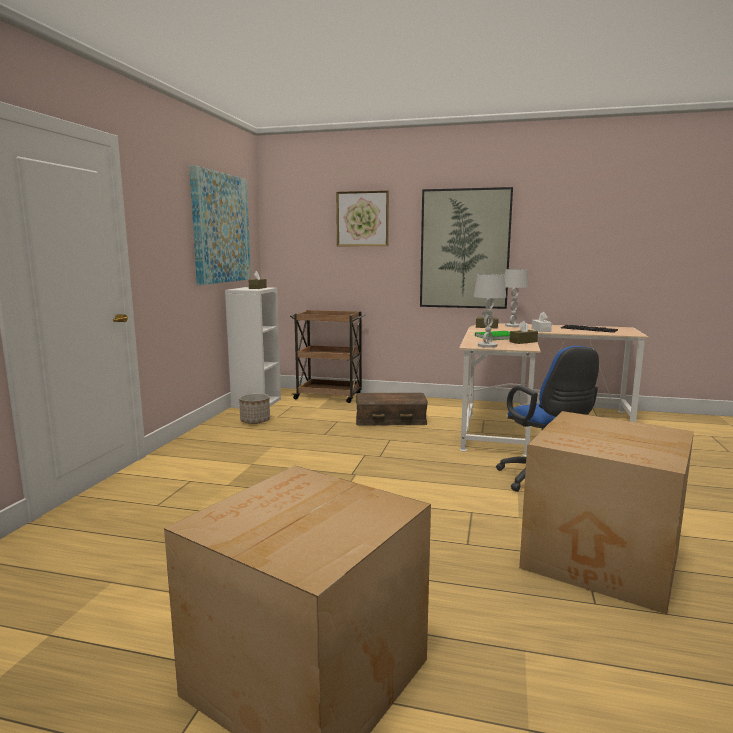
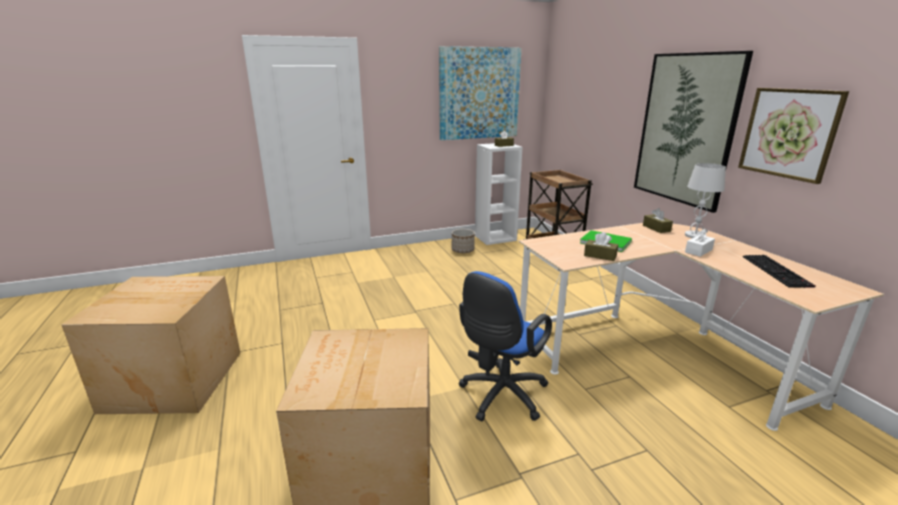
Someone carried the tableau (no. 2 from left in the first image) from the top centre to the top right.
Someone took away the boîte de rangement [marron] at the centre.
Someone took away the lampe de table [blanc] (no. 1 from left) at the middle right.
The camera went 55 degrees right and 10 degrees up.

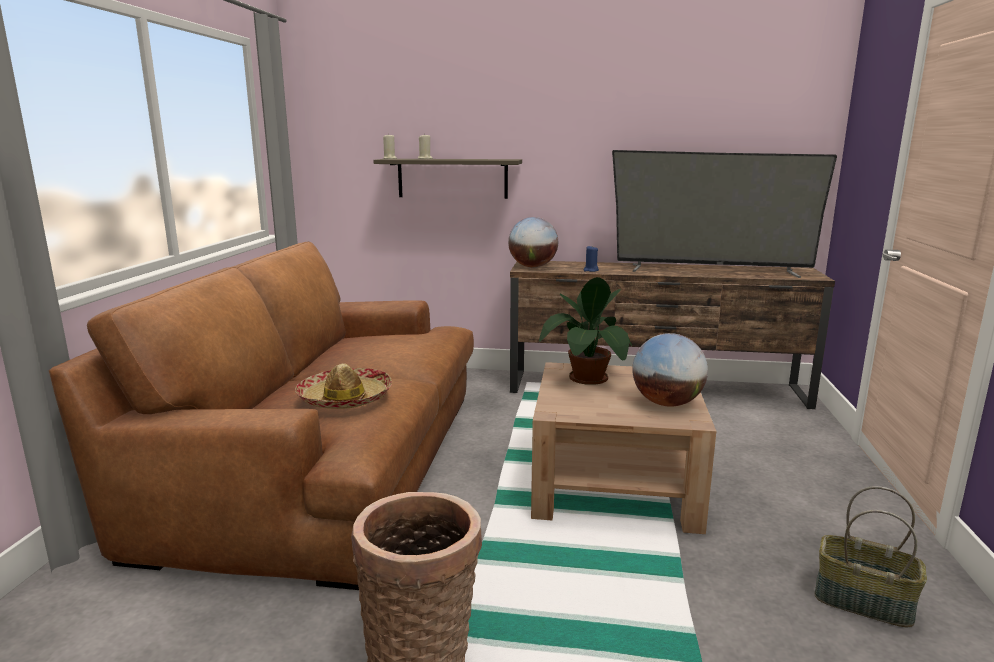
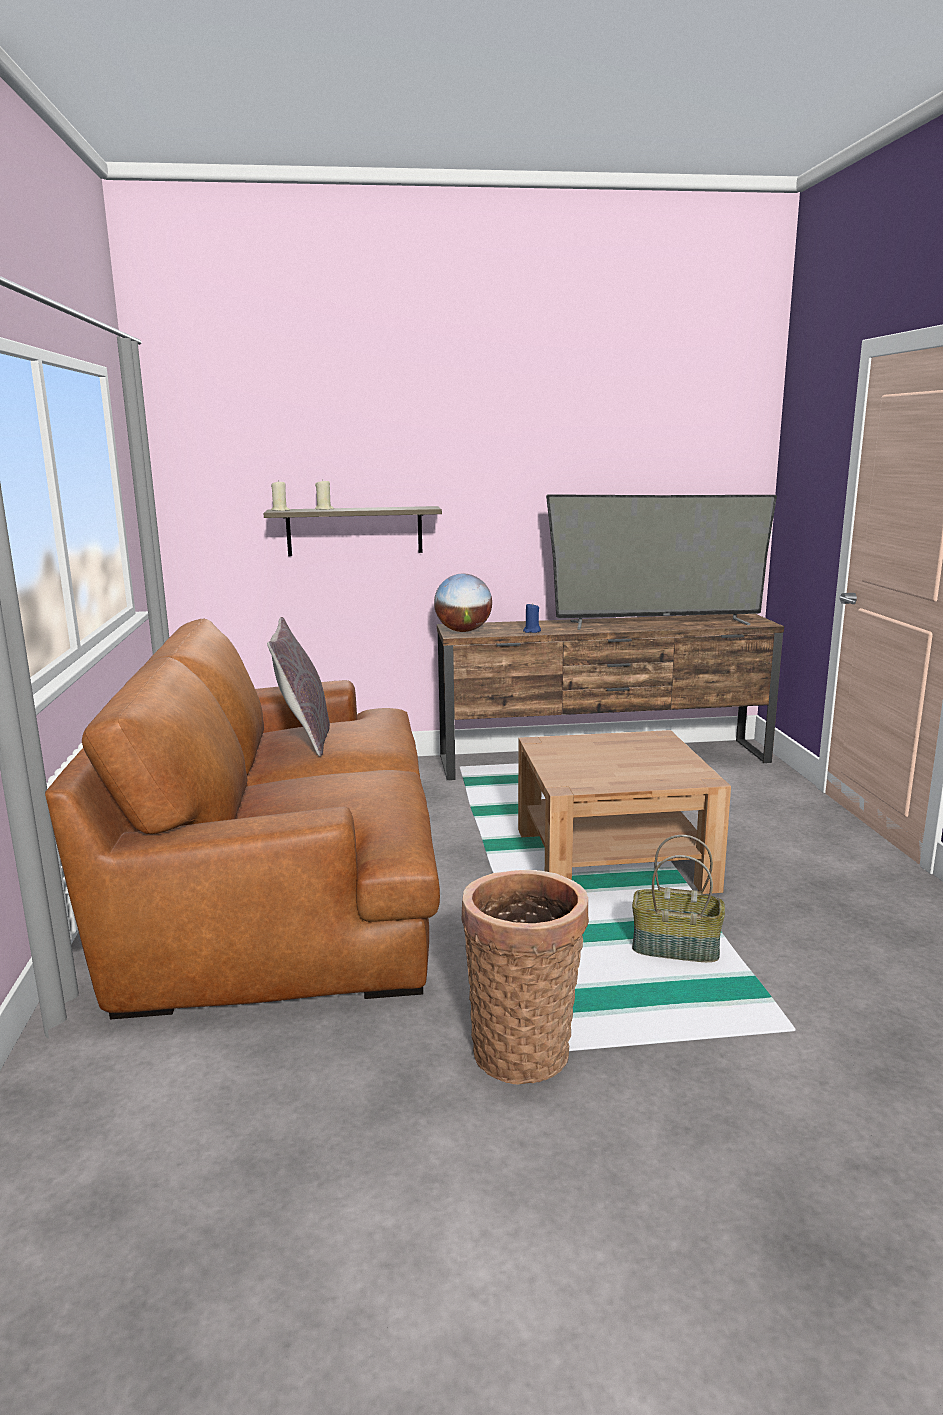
Someone put down the coussin [gris] at the middle left.
Someone carried the panier (no. 2 from left) from the bottom right to the middle right.
Someone took away the chapeau at the centre.
Someone took away the plante en pot at the centre.
Someone took away the globe (no. 2 from left) at the middle right.
The camera went 15 degrees left and 0 degrees up.

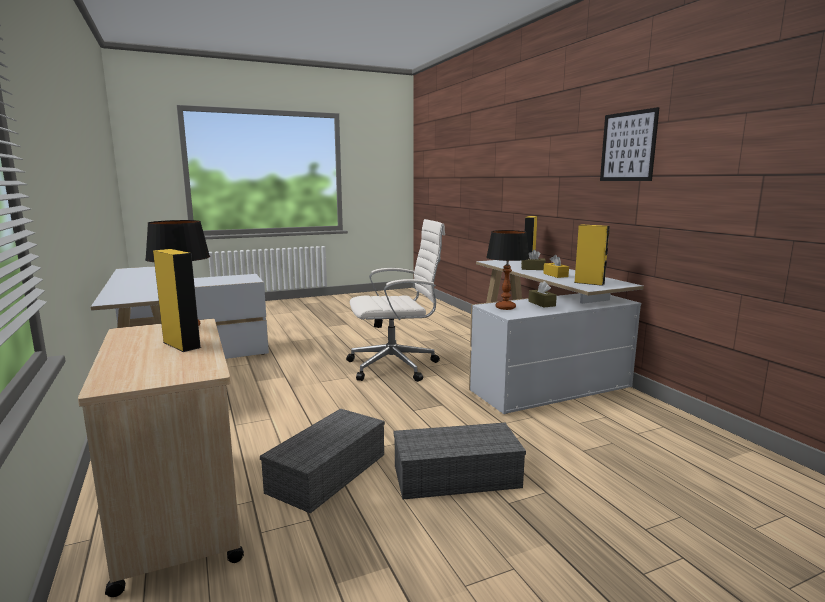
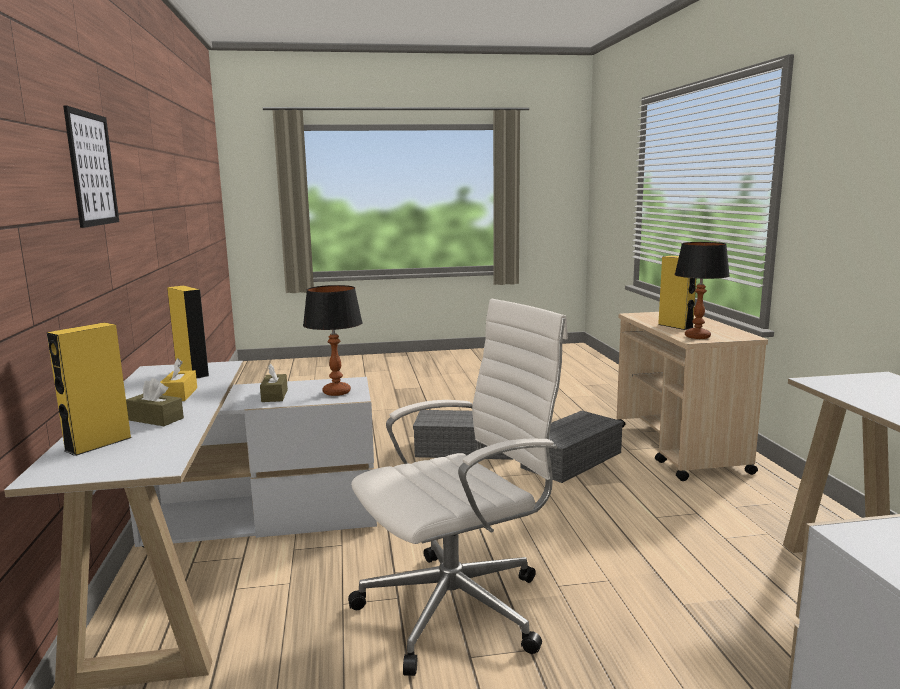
Someone rotated the chaise de bureau [blanc] at the centre by 150 degrees clockwise.
The camera went 165 degrees left and 0 degrees up.

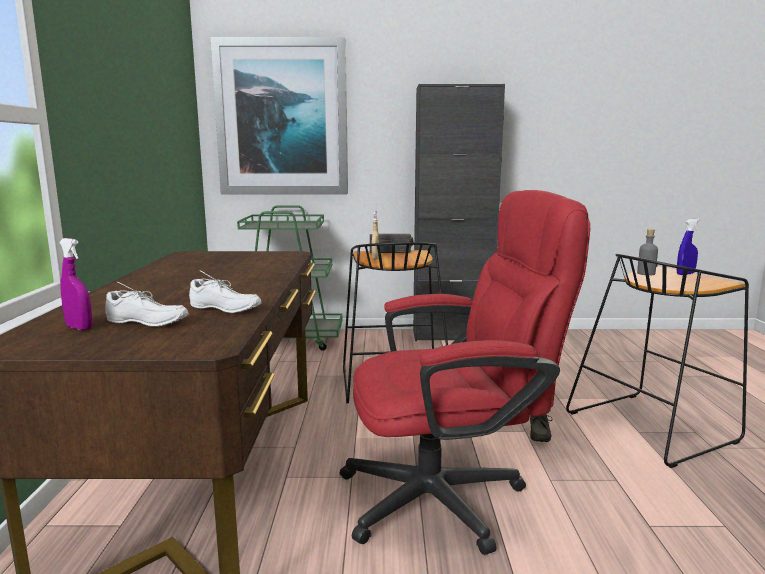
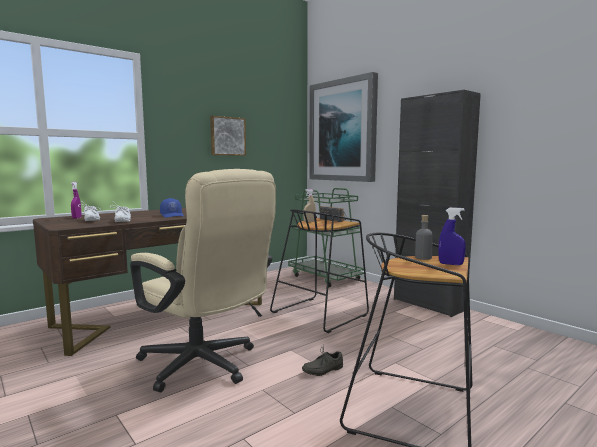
Someone repainted the chaise de bureau [rouge] at the centre, which became the chaise de bureau [beige] at the centre.
Someone put down the casquette [bleu] at the middle left.
Someone put up the tableau (no. 1 from left) at the top centre.
The camera went 50 degrees right and 5 degrees down.

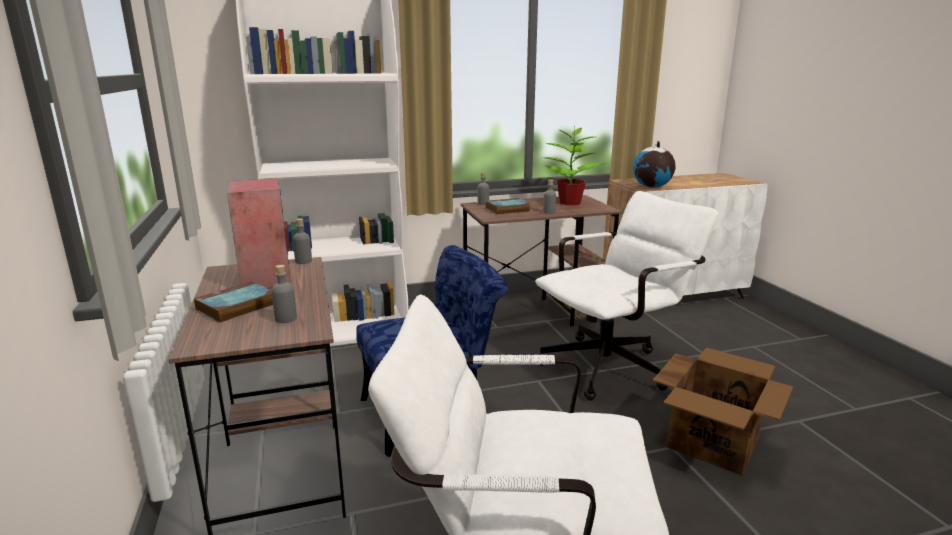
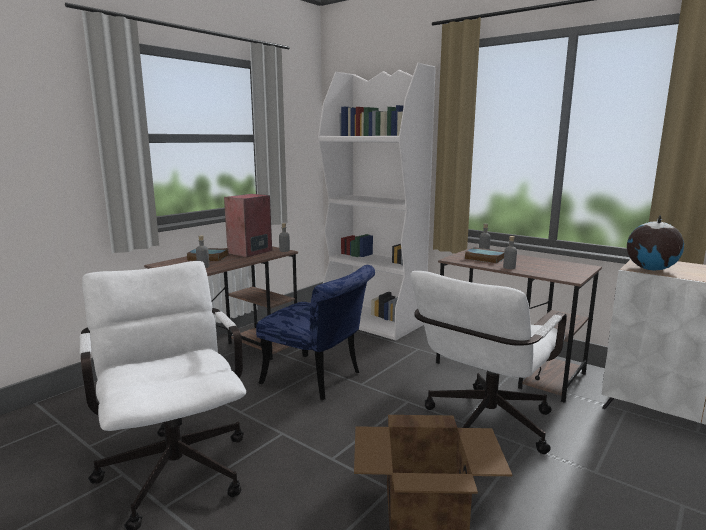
Someone rotated the chaise de bureau [blanc] (no. 2 from left) at the centre by 105 degrees clockwise.
Someone took away the plante en pot at the top centre.
The camera went 55 degrees right and 5 degrees down.

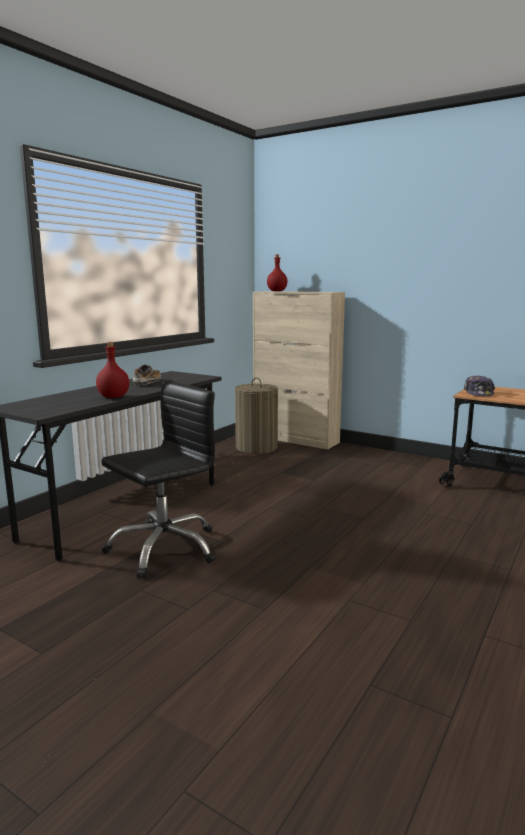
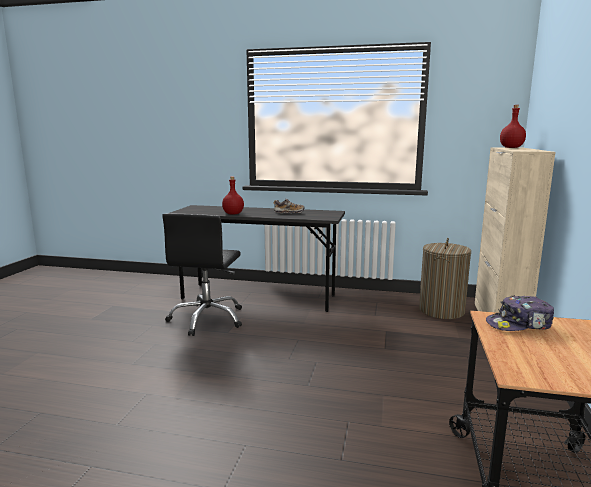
Someone rotated the chaise de bureau [noir] at the middle left by 75 degrees clockwise.
The camera went 70 degrees right and 0 degrees up.

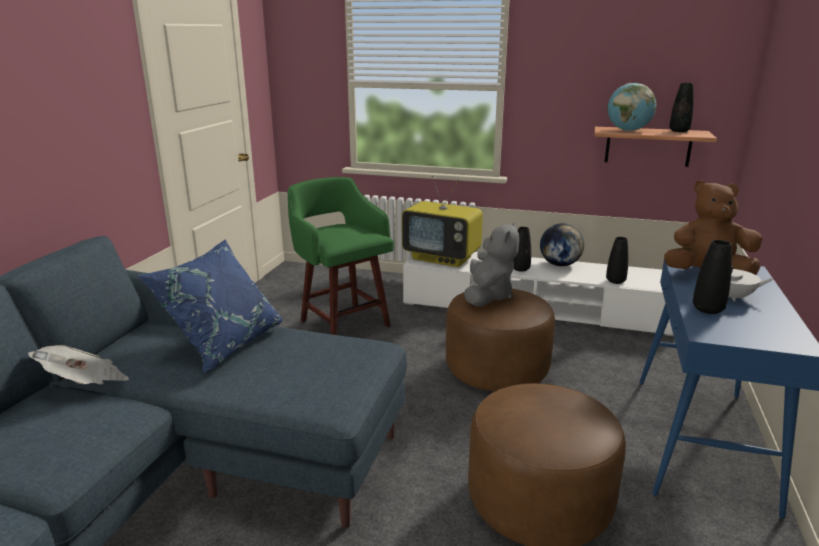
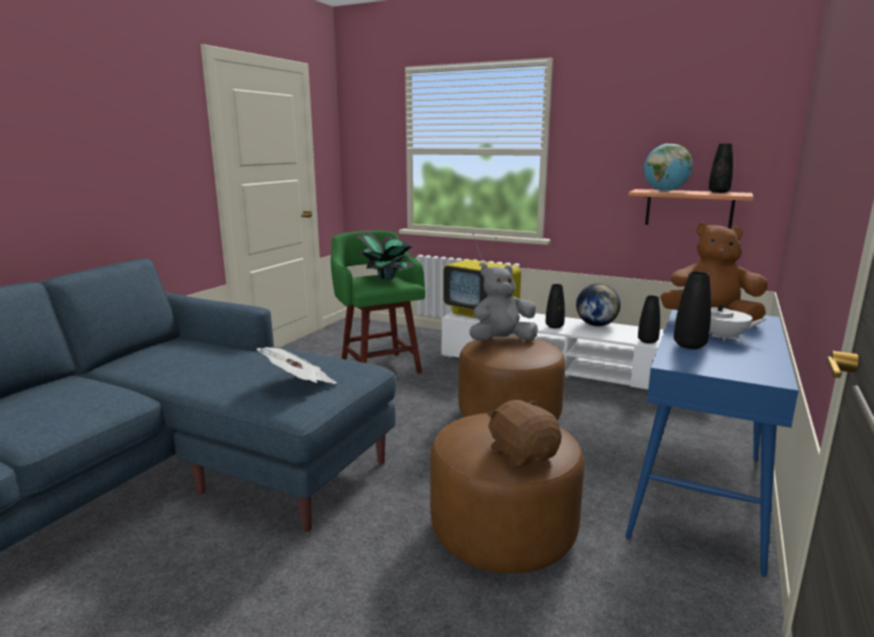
Someone carried the journal from the bottom left to the centre.
Someone put down the plante en pot at the centre.
Someone rotated the peluche [gris] at the centre by 135 degrees counterclockwise.
Someone put down the peluche [marron] (no. 1 from left) at the bottom centre.
Someone took away the coussin [bleu] at the middle left.
The camera went 10 degrees right and 5 degrees down.

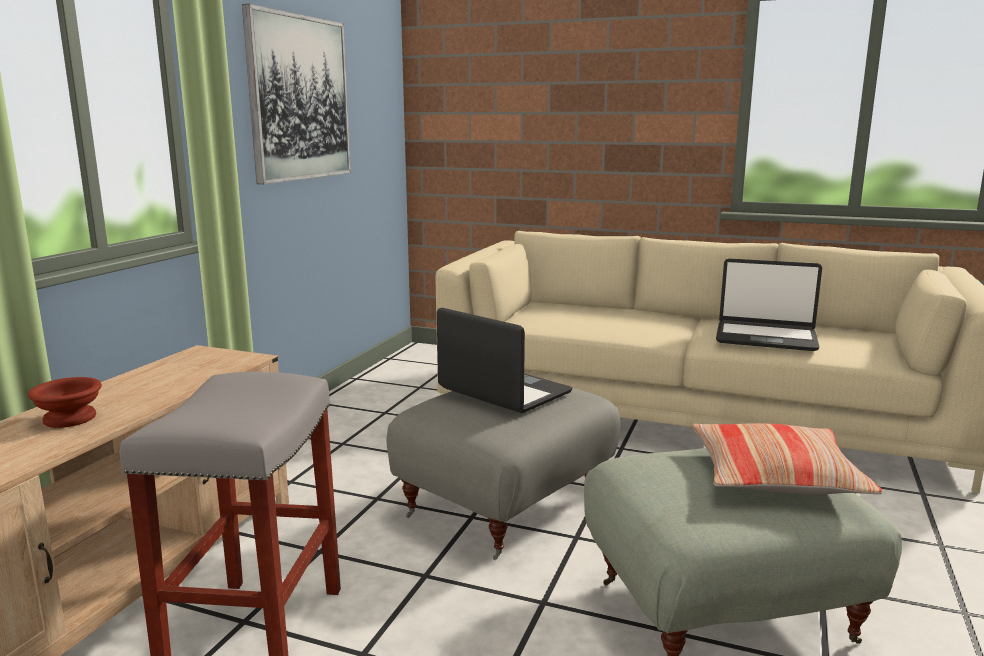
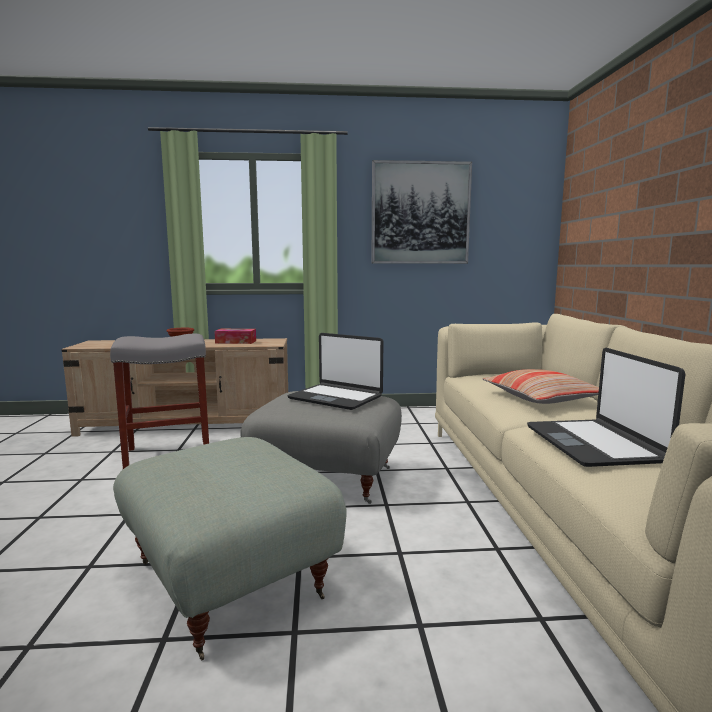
Someone put down the boîte à mouchoirs at the middle left.
Someone rotated the ordinateur portable (no. 1 from left) at the centre by 105 degrees clockwise.
Someone carried the coussin from the bottom right to the middle right.
The camera went 65 degrees right and 5 degrees down.

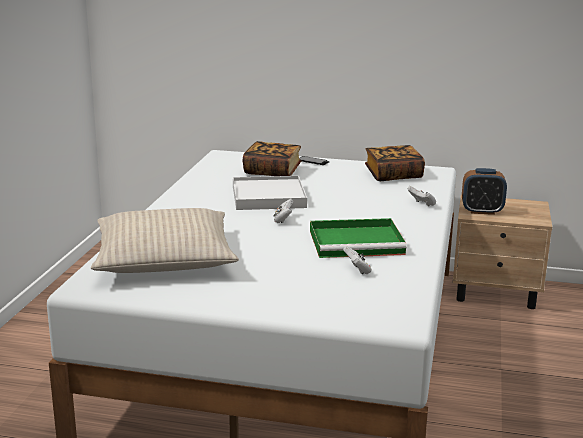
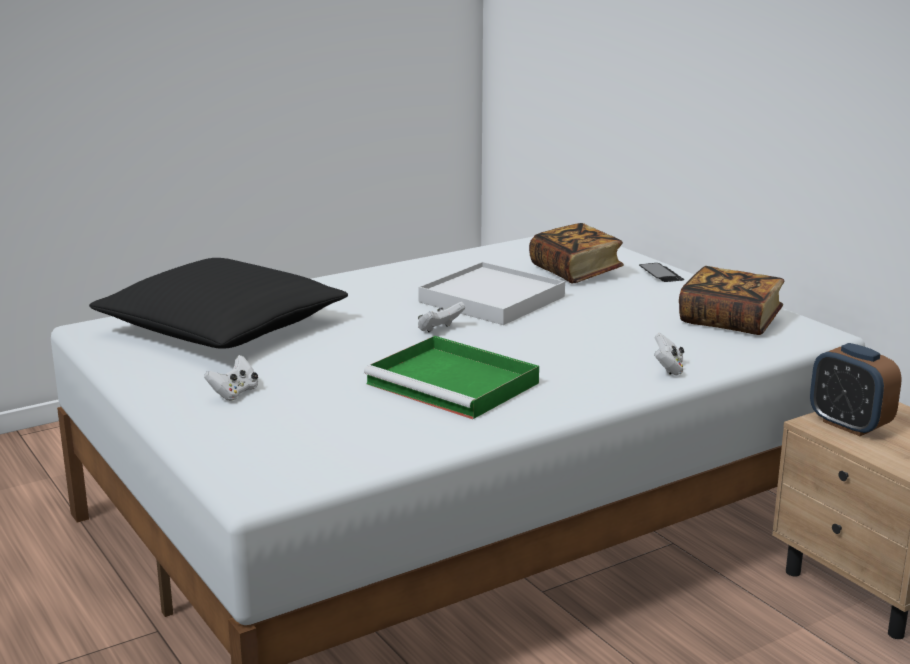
Someone repainted the coussin [beige] at the middle left, which became the coussin [noir] at the middle left.
Someone carried the manette [blanc] (no. 2 from left in the first image) from the centre to the middle left.
The camera went 45 degrees right and 0 degrees up.

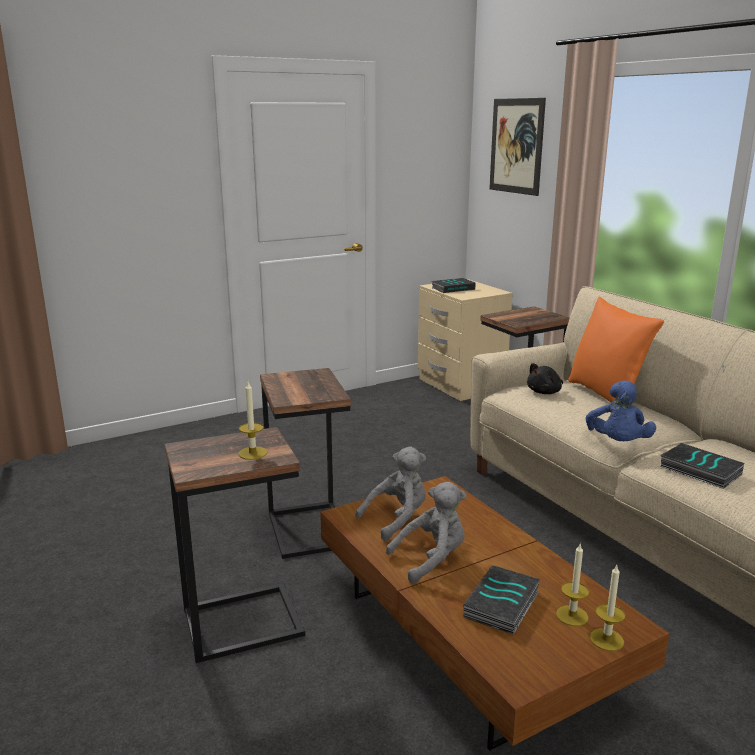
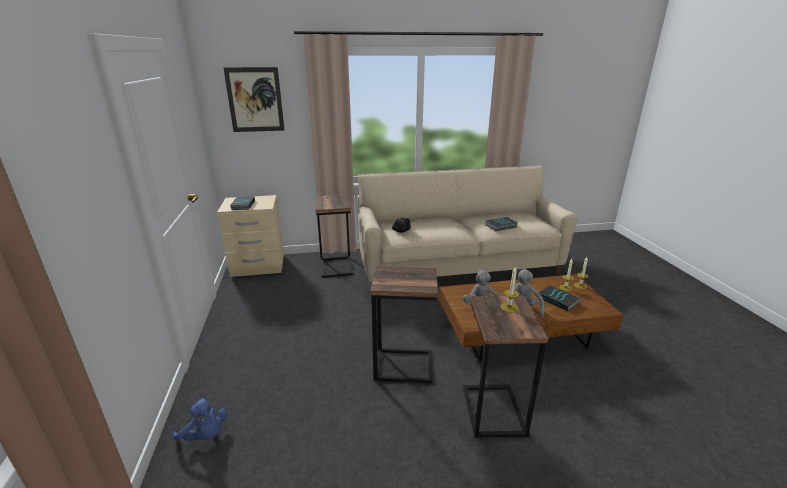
Someone carried the peluche [bleu] from the middle right to the bottom left.
Someone took away the coussin [orange] at the middle right.
The camera went 70 degrees left and 5 degrees up.

